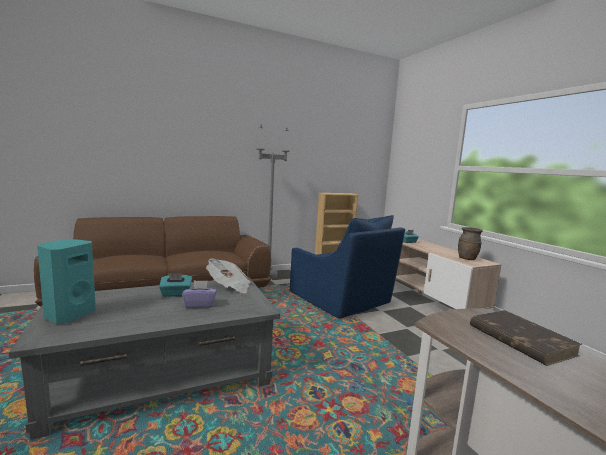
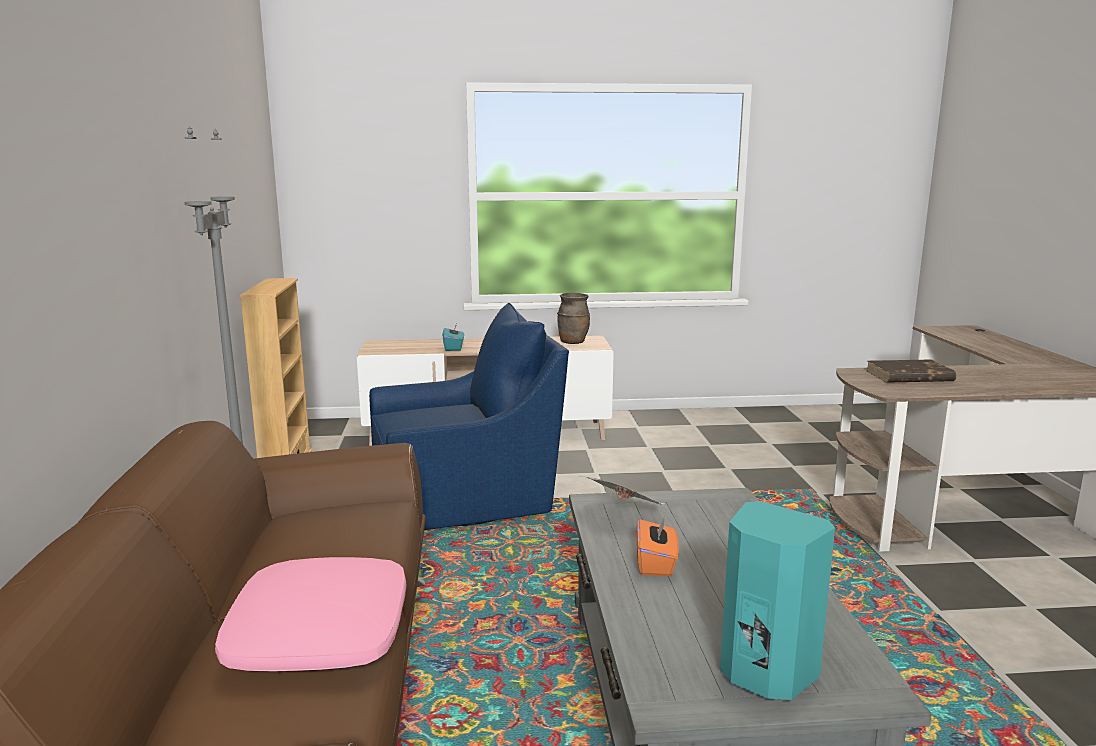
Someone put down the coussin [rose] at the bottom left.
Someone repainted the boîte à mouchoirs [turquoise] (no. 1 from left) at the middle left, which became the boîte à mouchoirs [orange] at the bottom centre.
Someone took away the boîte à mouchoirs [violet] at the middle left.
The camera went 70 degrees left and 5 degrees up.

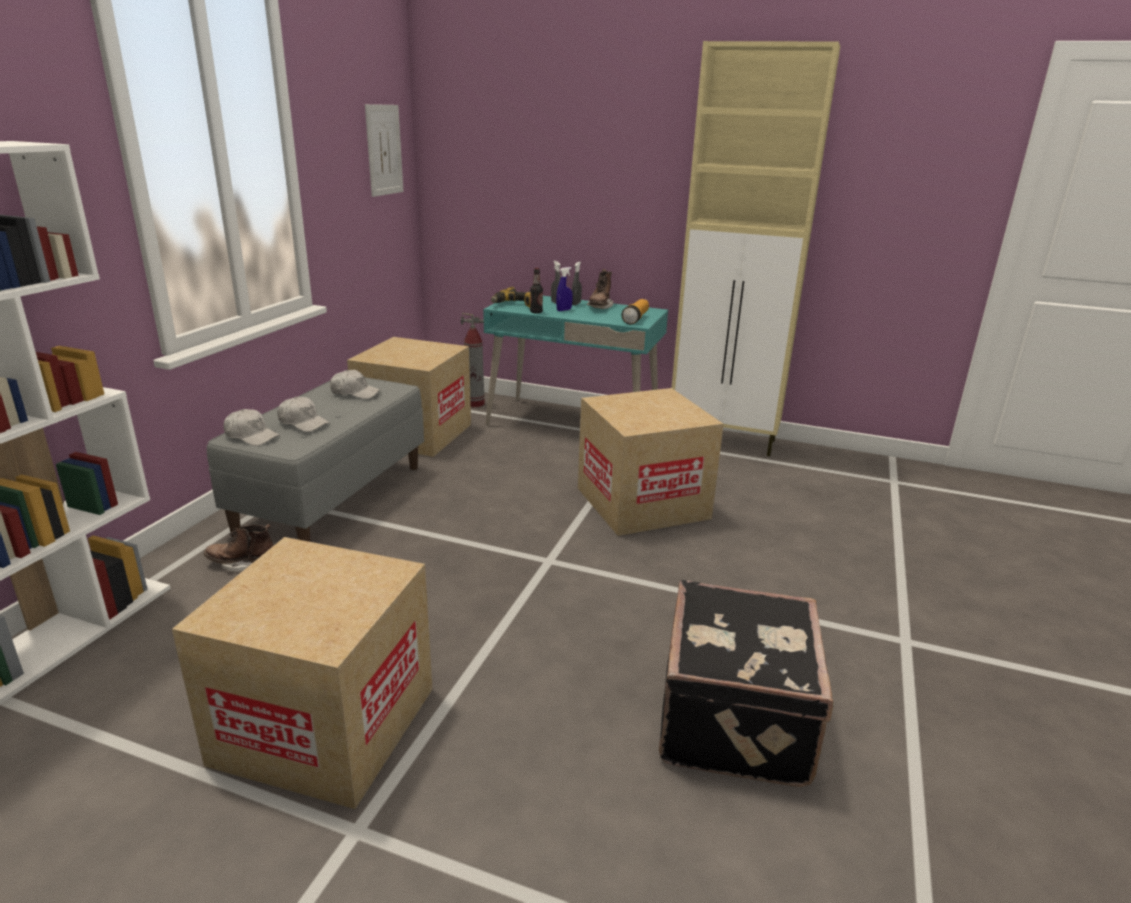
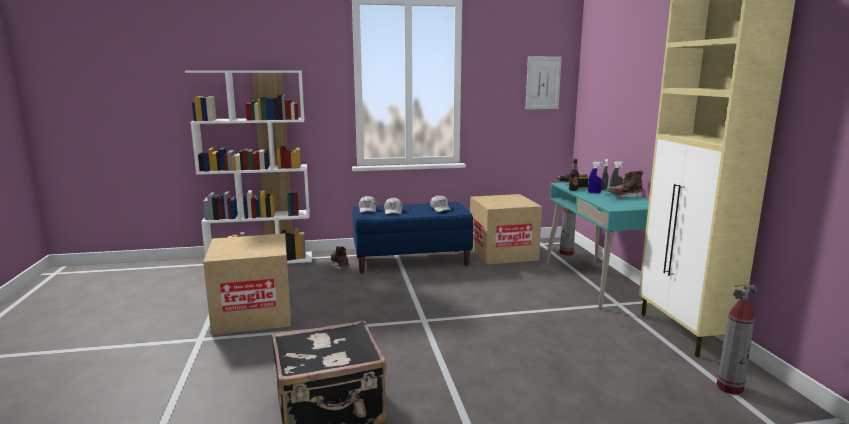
Someone repainted the banc [gris] at the middle left, which became the banc [bleu] at the centre.
Someone put down the extincteur (no. 2 from left) at the bottom right.
Someone took away the carton (no. 3 from left) at the centre.
Someone took away the lampe de poche at the centre.
The camera went 60 degrees right and 10 degrees down.

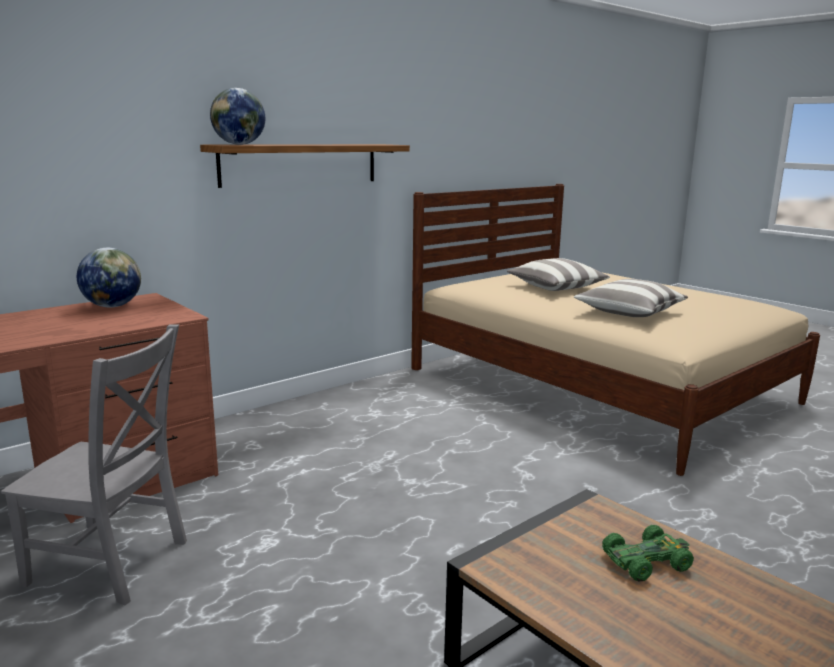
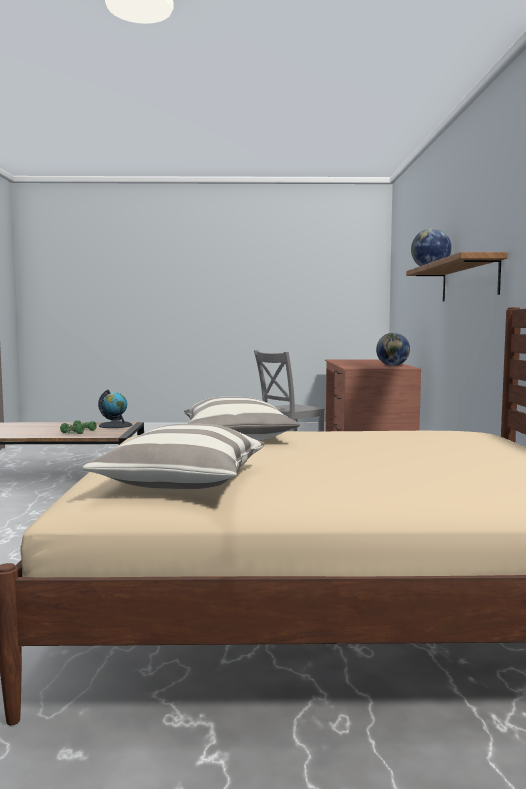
Someone carried the coussin (no. 1 from left) from the middle right to the middle left.
Someone put down the globe (no. 1 from left) at the middle left.
The camera went 130 degrees right and 10 degrees down.

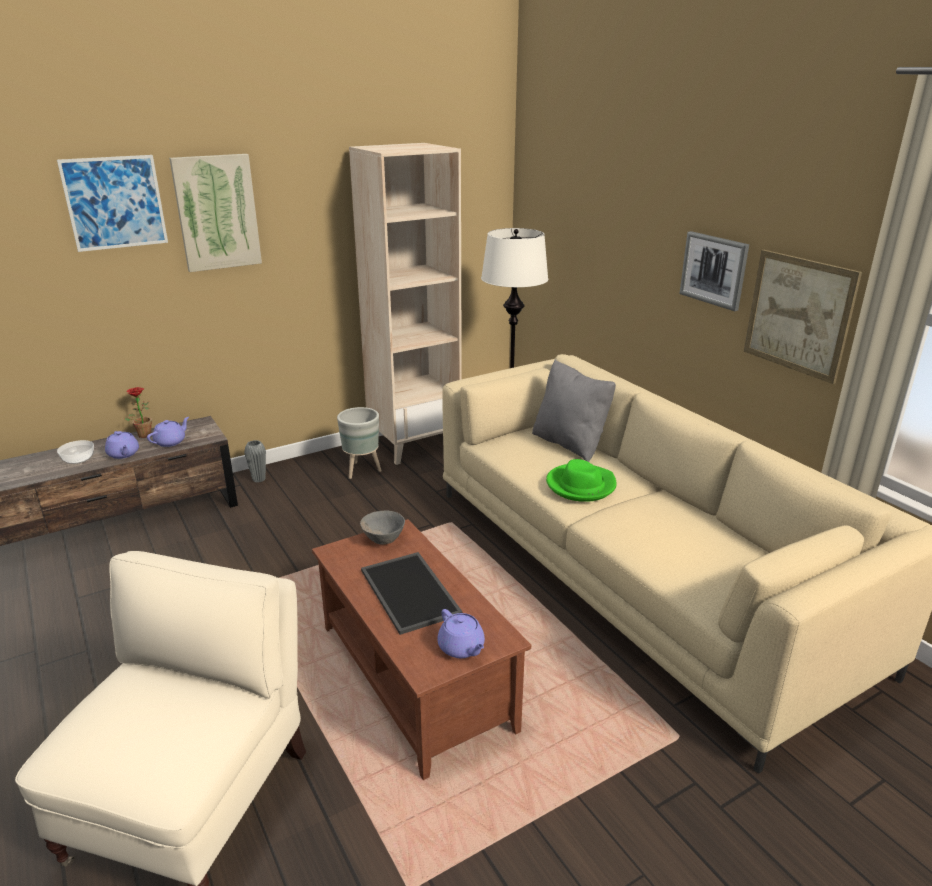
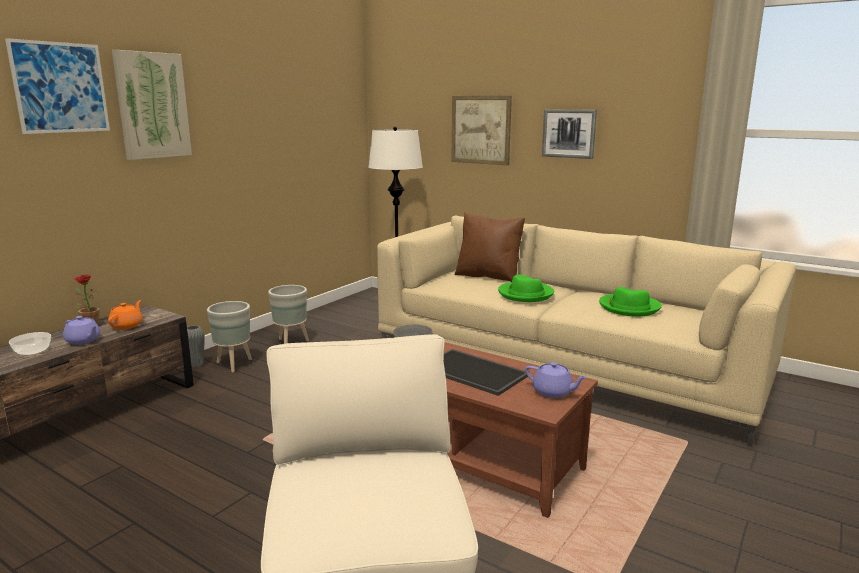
Someone repainted the théière [violet] (no. 2 from left) at the middle left, which became the théière [orange] at the middle left.
Someone put down the cache-pot [gris] (no. 1 from left) at the middle left.
Someone carried the tableau (no. 4 from left in the first image) from the middle right to the top centre.
Someone repainted the coussin [gris] at the centre, which became the coussin [marron] at the centre.
Someone put down the chapeau [vert] (no. 2 from left) at the middle right.
Someone took away the bibliothèque [beige] at the centre.
The camera went 25 degrees left and 10 degrees down.

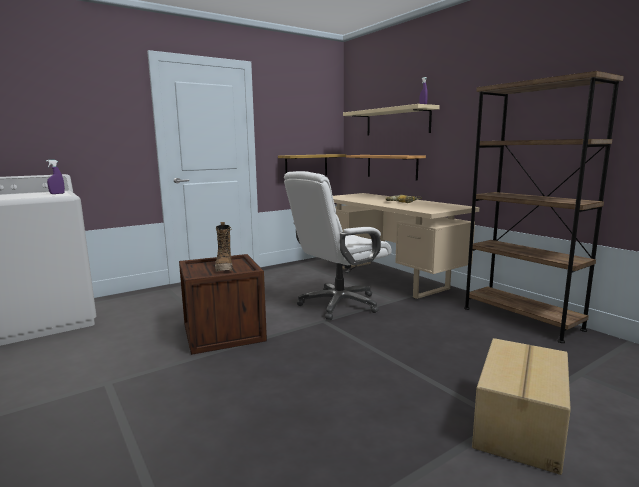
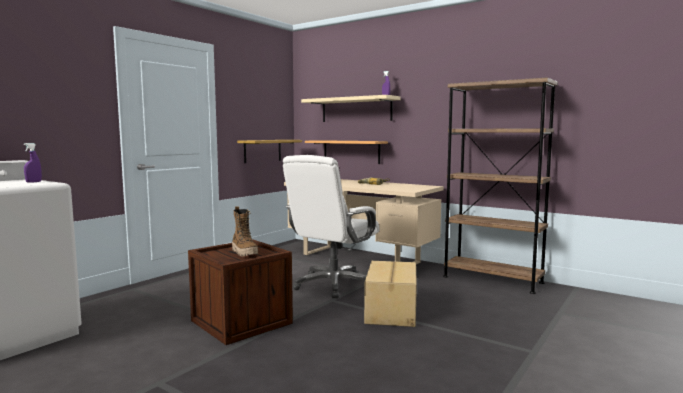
Someone carried the carton from the bottom right to the bottom centre.
The camera went 20 degrees left and 5 degrees down.

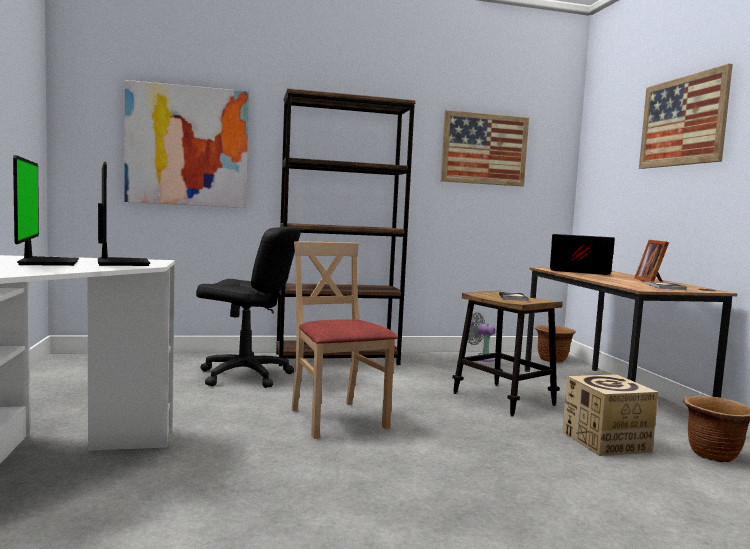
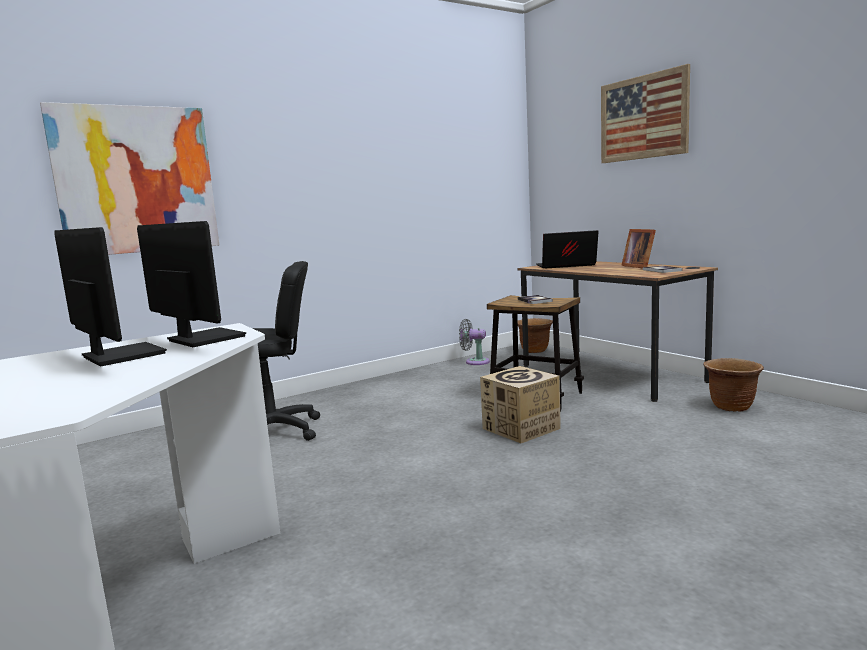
Someone carried the carton from the bottom right to the centre.
Someone took away the bibliothèque [marron] at the centre.
Someone took away the chaise [beige] at the centre.
Someone took away the tableau (no. 2 from left) at the top centre.
The camera went 20 degrees left and 5 degrees up.

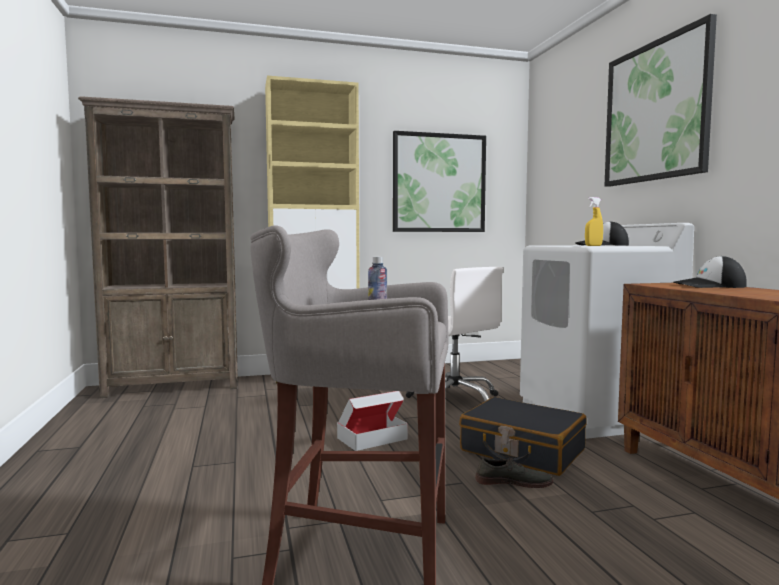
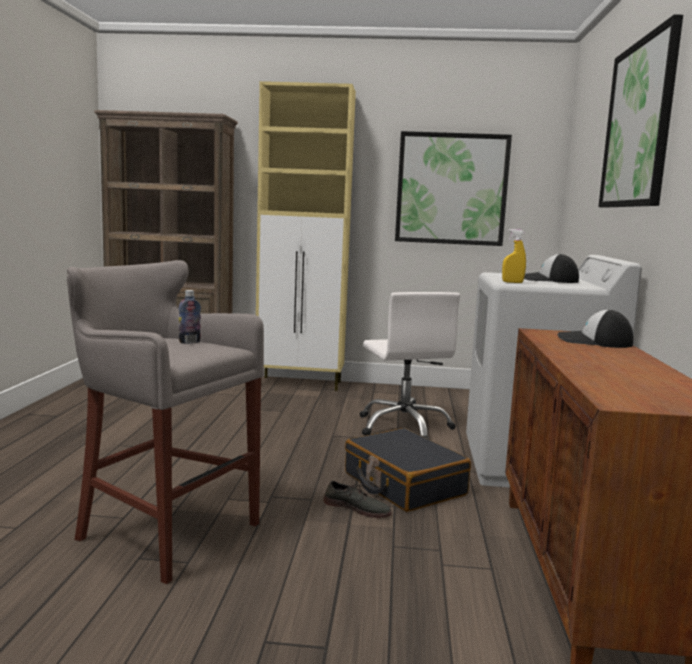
Someone took away the carton at the bottom centre.
The camera went 20 degrees right and 5 degrees up.

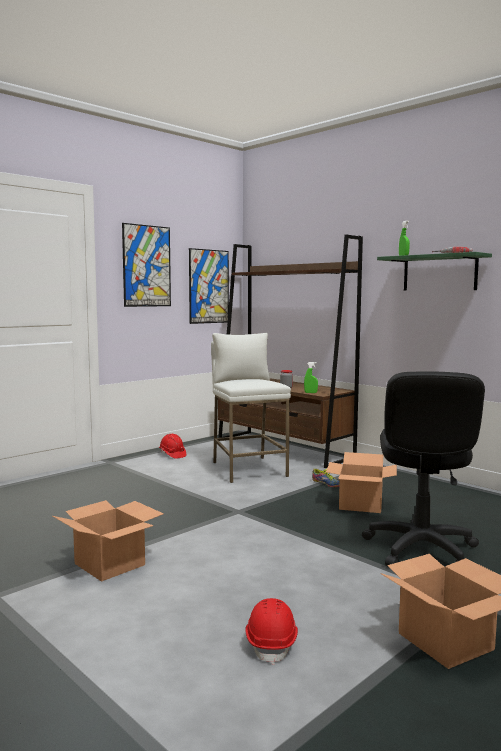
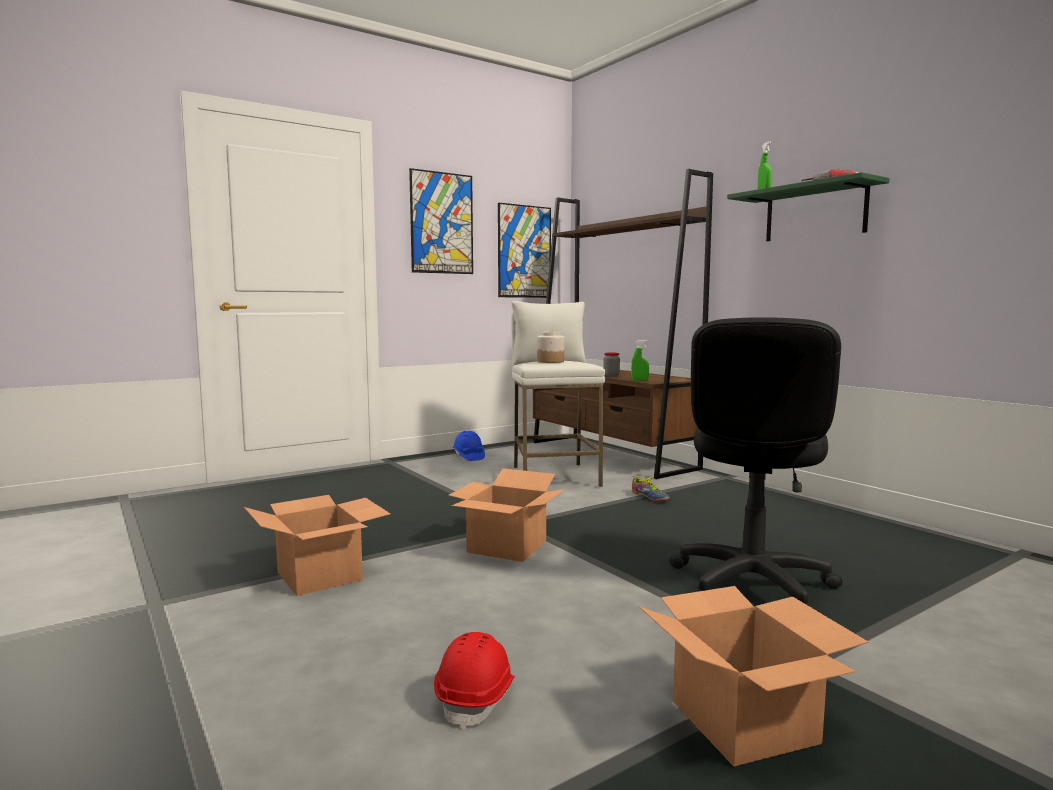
Someone carried the carton (no. 2 from left) from the middle right to the centre.
Someone repainted the casque de chantier [rouge] (no. 1 from left) at the centre, which became the casque de chantier [bleu] at the centre.
Someone put down the bocal (no. 1 from left) at the centre.
The camera went 10 degrees right and 0 degrees up.

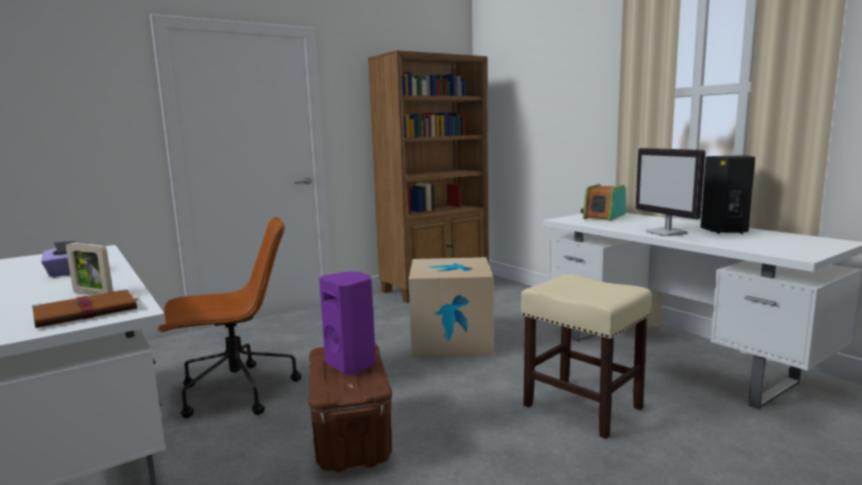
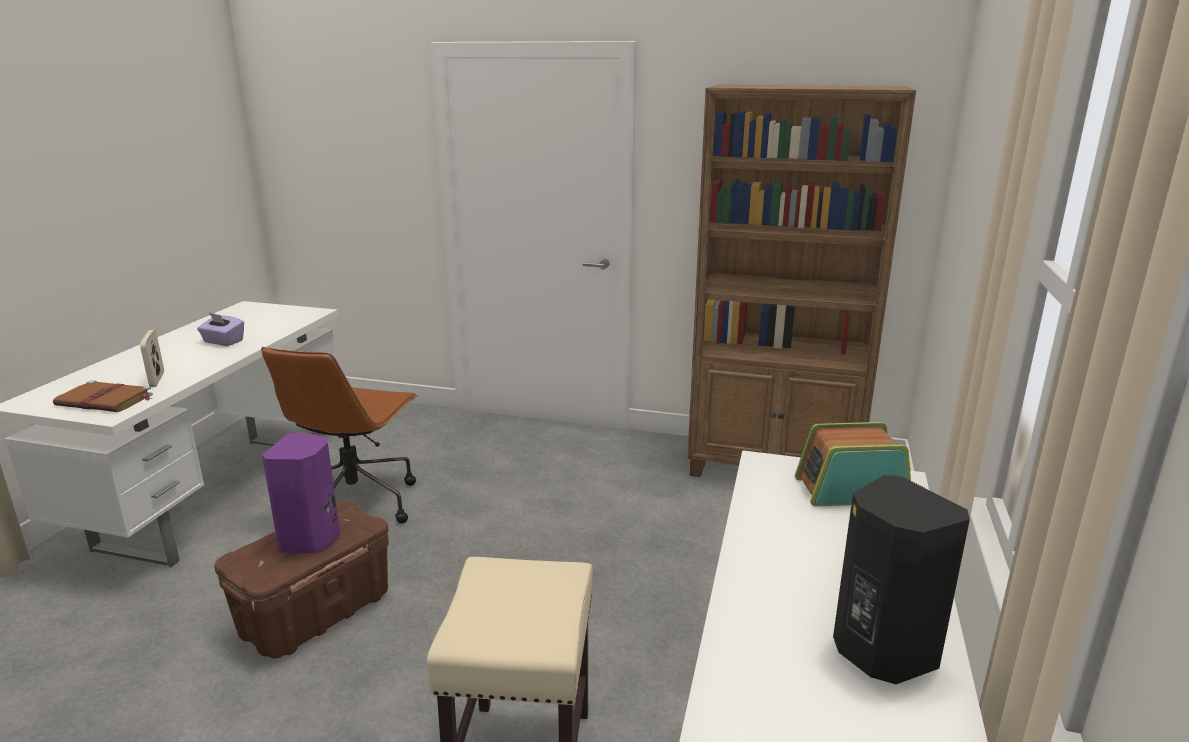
Someone rotated the chaise de bureau [marron] at the middle left by 75 degrees clockwise.
Someone took away the carton at the centre.
Someone took away the écran d'ordinateur at the middle right.
The camera went 50 degrees right and 10 degrees up.

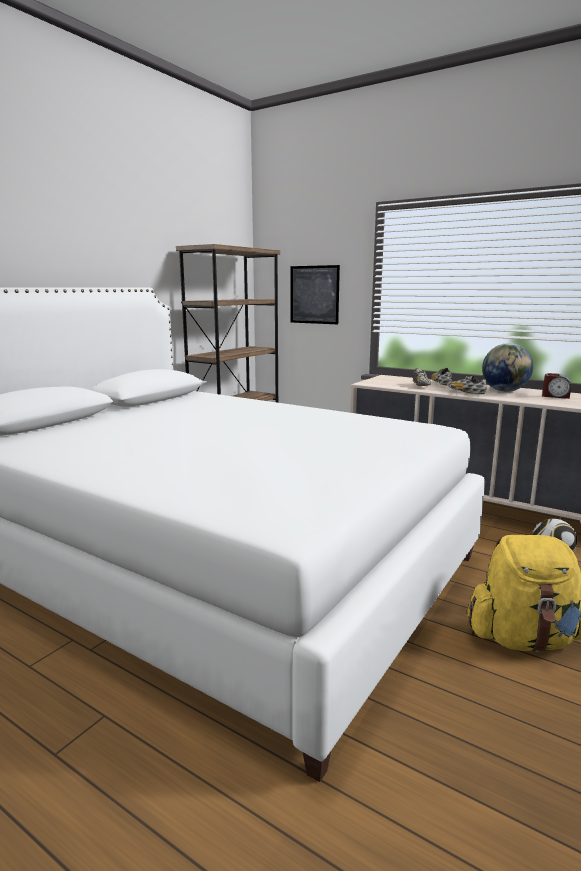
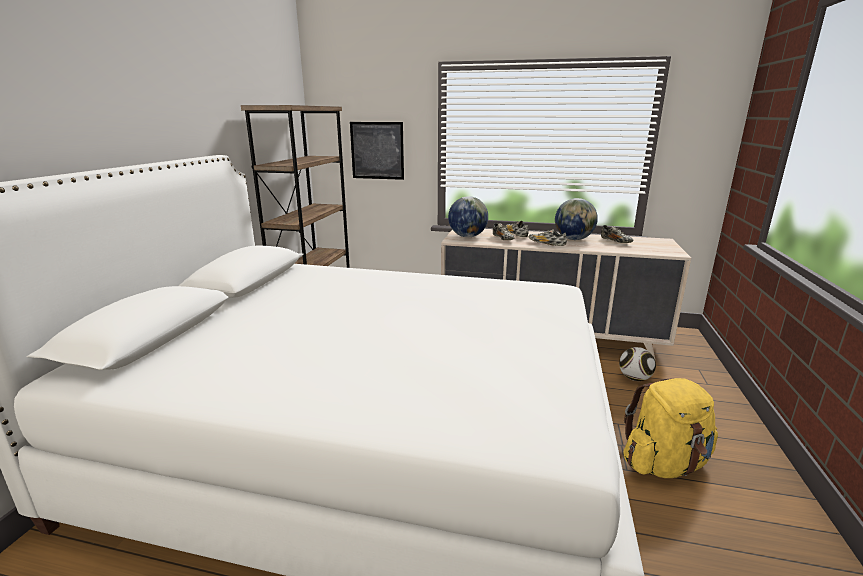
Someone put down the globe (no. 1 from left) at the centre.
Someone swapped the réveil at the middle right for the chaussure (no. 4 from left) at the middle right.
The camera went 20 degrees left and 5 degrees up.

